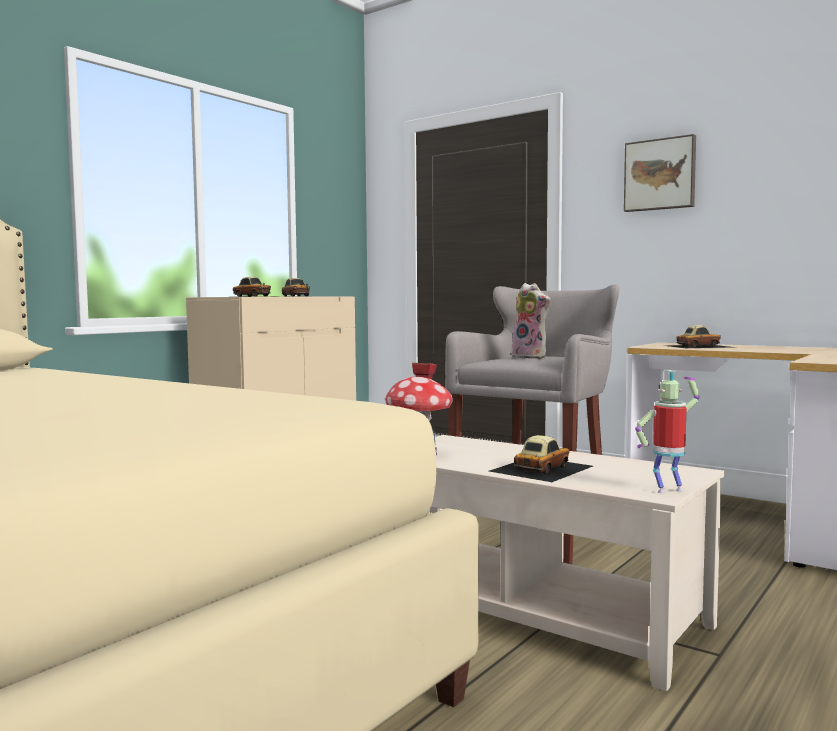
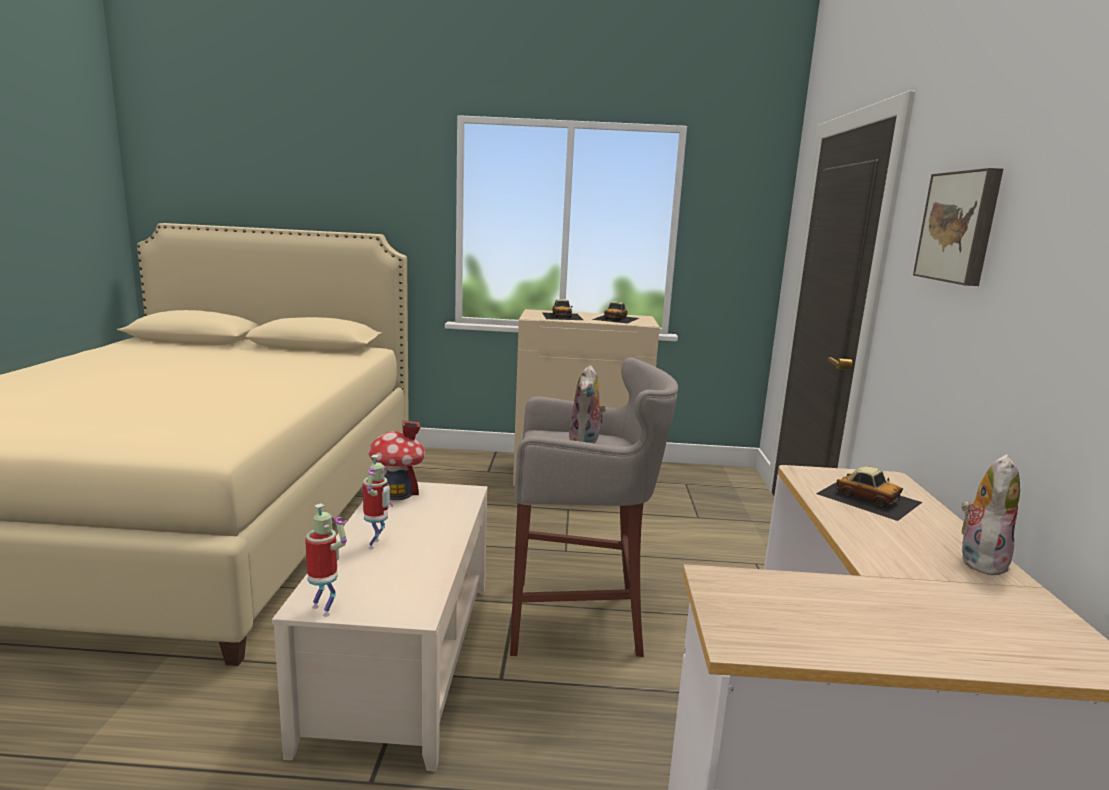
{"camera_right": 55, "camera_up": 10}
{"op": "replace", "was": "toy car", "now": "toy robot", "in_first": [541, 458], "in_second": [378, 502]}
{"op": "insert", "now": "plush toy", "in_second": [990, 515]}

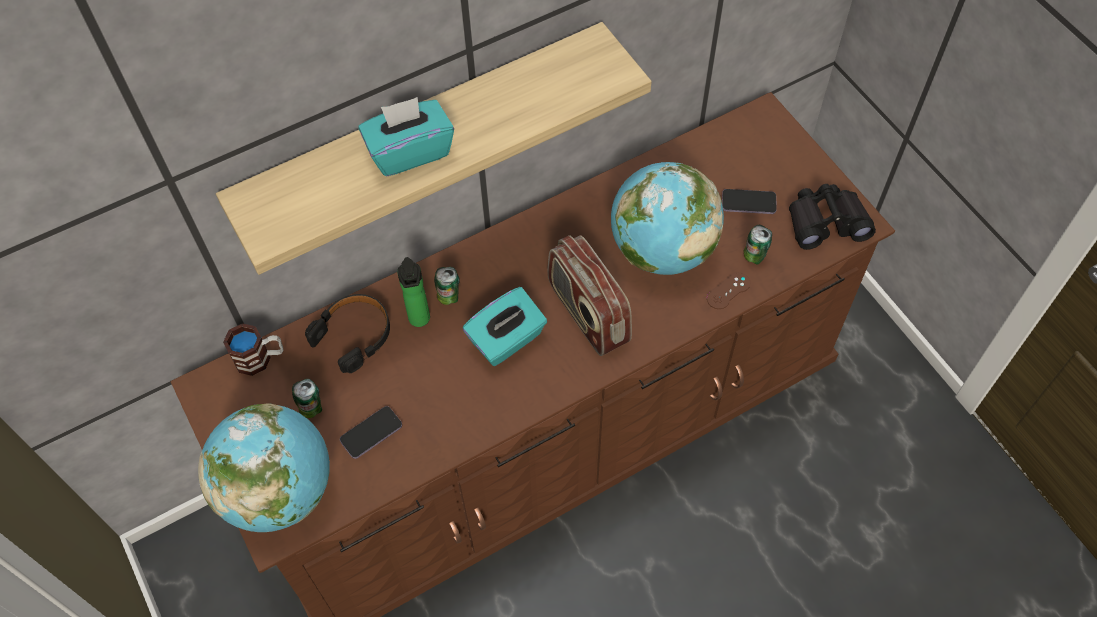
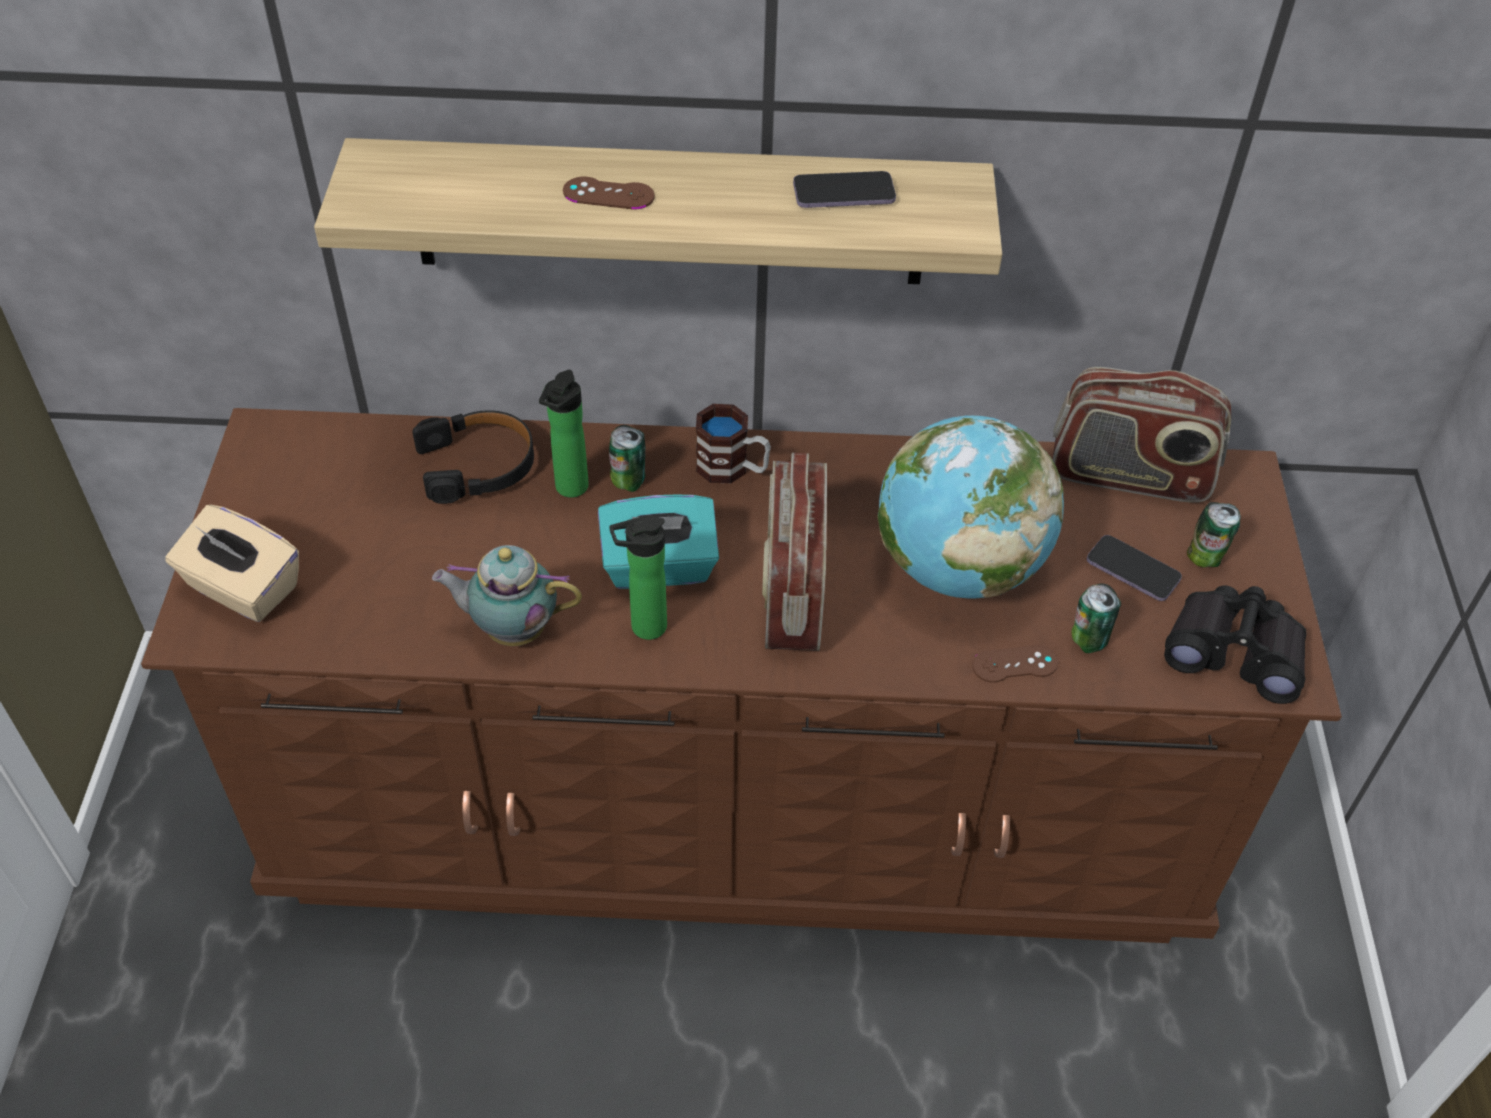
{"camera_right": 30, "camera_up": -10}
{"op": "replace", "was": "turquoise tissue box", "now": "brown game controller", "in_first": [406, 136], "in_second": [609, 193]}
{"op": "move", "was": "mug", "in_first": [253, 349], "in_second": [733, 443]}
{"op": "move", "was": "can", "in_first": [307, 398], "in_second": [1214, 535]}
{"op": "replace", "was": "globe", "now": "beige tissue box", "in_first": [264, 468], "in_second": [232, 563]}
{"op": "move", "was": "phone", "in_first": [371, 432], "in_second": [844, 189]}
{"op": "insert", "now": "radio", "in_second": [1141, 435]}
{"op": "insert", "now": "bottle", "in_second": [638, 577]}
{"op": "insert", "now": "teapot", "in_second": [507, 595]}

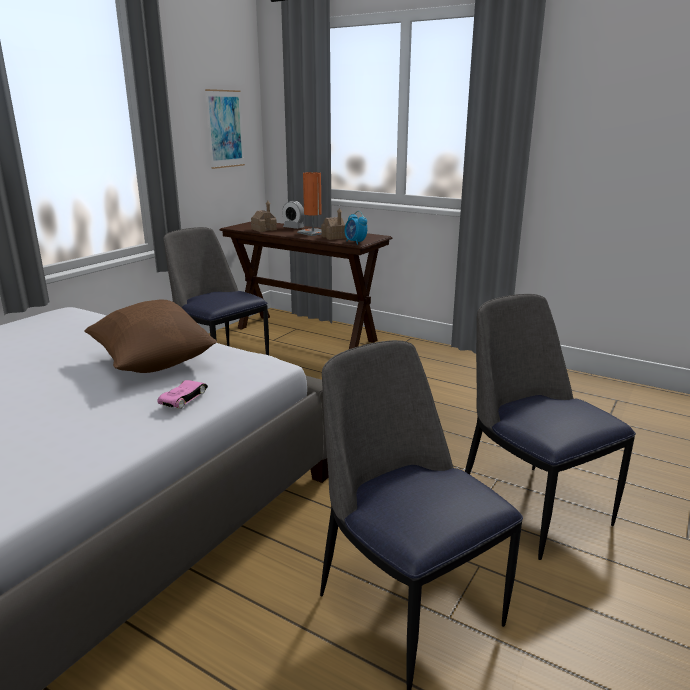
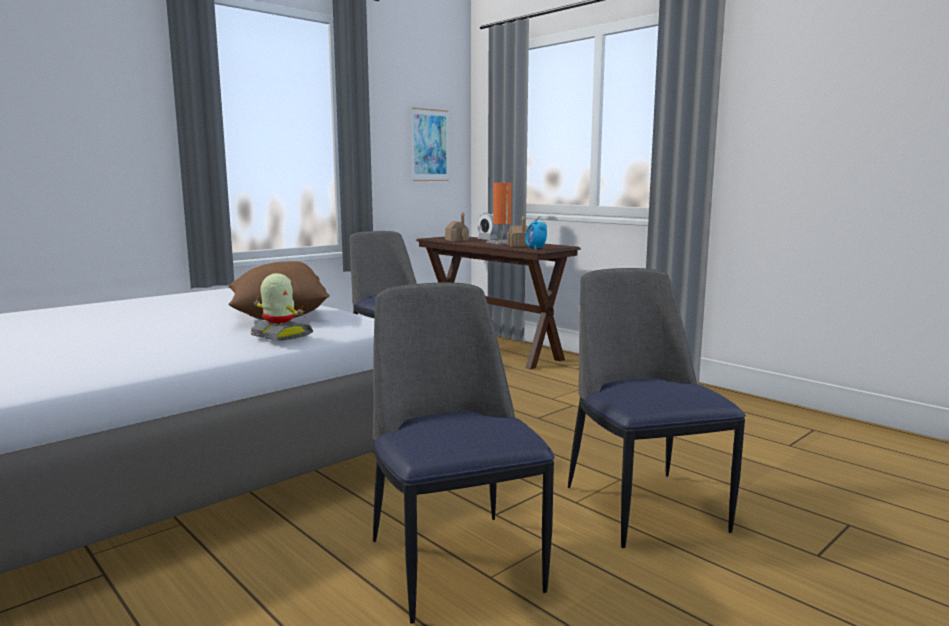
{"camera_right": 15, "camera_up": -10}
{"op": "replace", "was": "pink toy car", "now": "toy robot", "in_first": [182, 394], "in_second": [282, 307]}

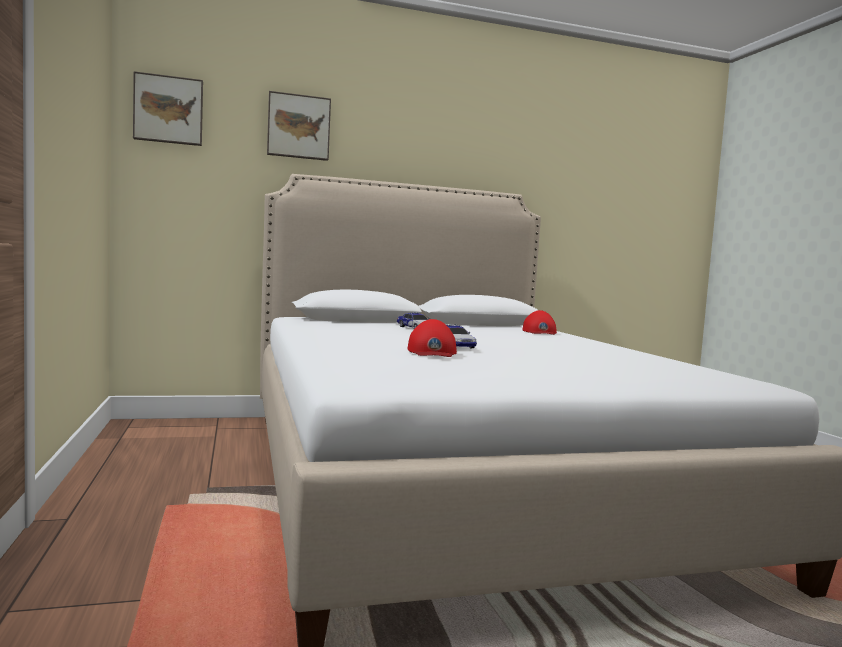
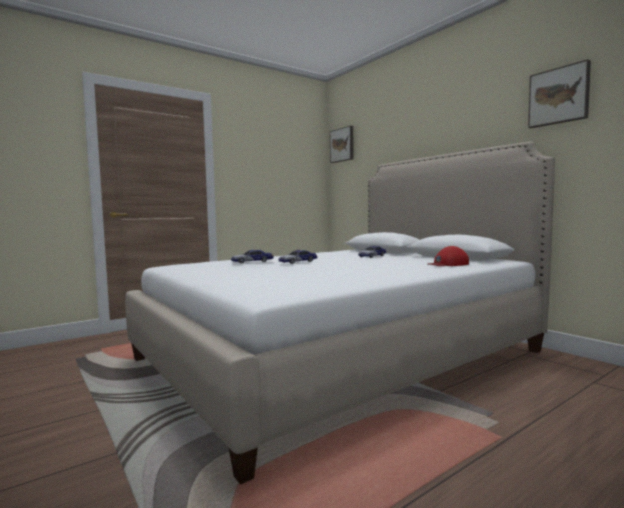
{"camera_right": 70, "camera_up": 0}
{"op": "move", "was": "picture", "in_first": [299, 126], "in_second": [559, 93]}
{"op": "replace", "was": "red cap", "now": "toy car", "in_first": [432, 338], "in_second": [252, 256]}

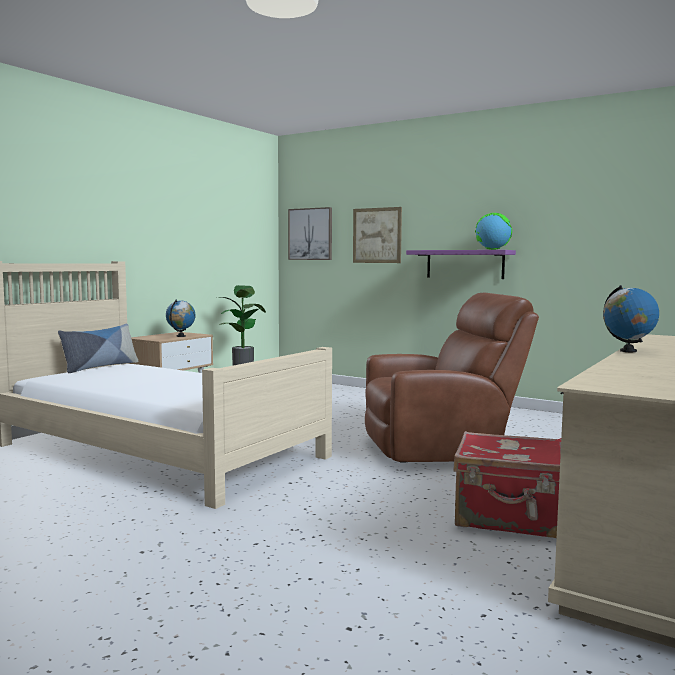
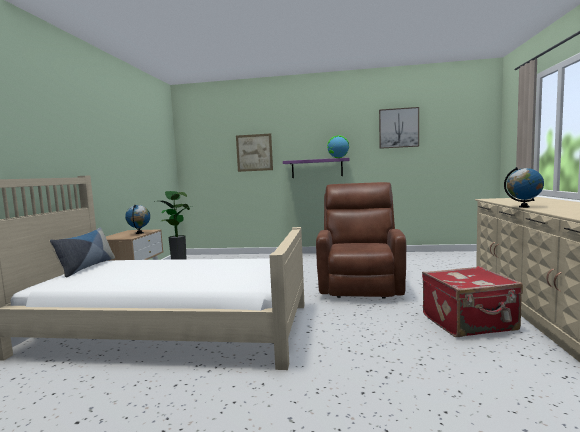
{"camera_right": -25, "camera_up": 0}
{"op": "move", "was": "picture", "in_first": [310, 233], "in_second": [399, 128]}
{"op": "rotate", "was": "brown armchair", "in_first": [452, 377], "in_second": [361, 240], "clockwise": -45}

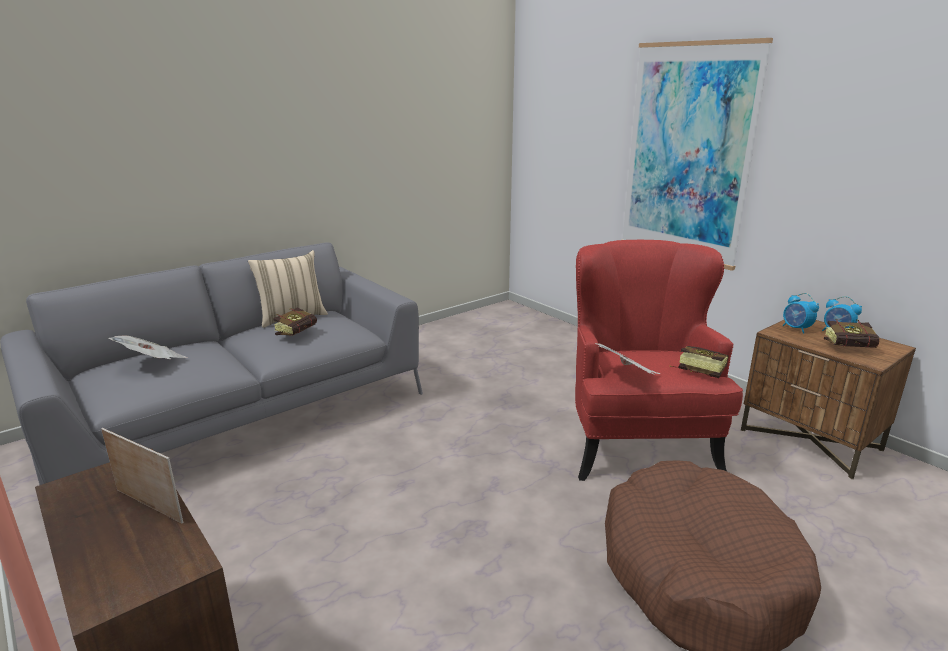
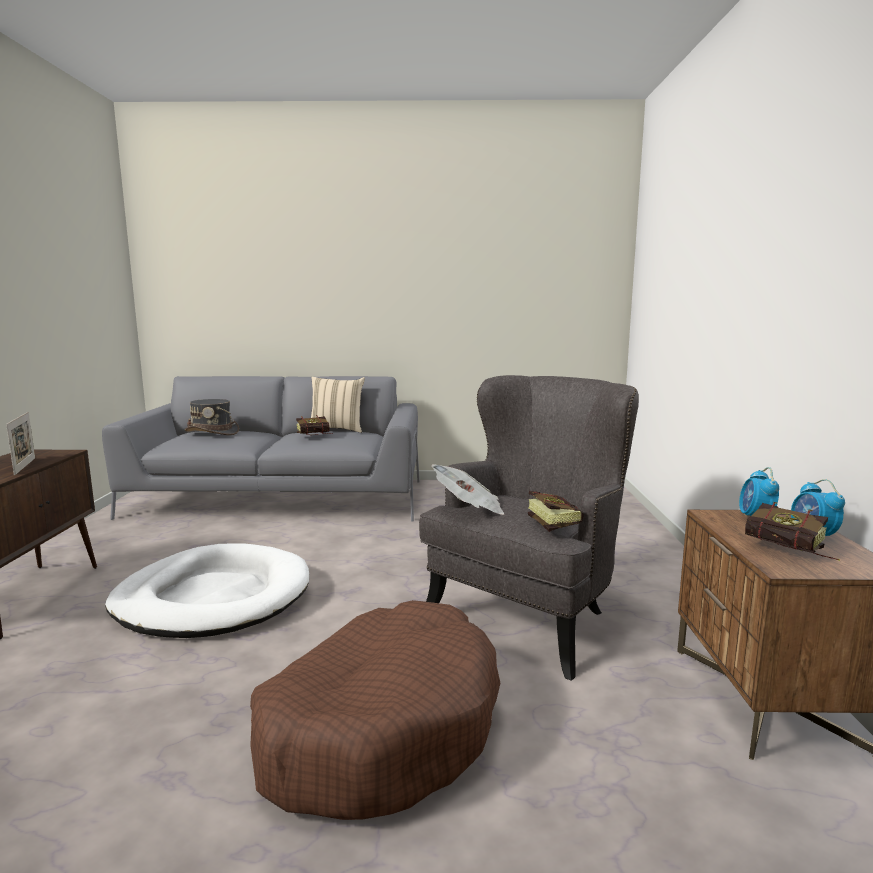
{"camera_right": 40, "camera_up": -10}
{"op": "delete", "was": "picture", "in_first": [697, 154]}
{"op": "recolor", "was": "red armchair", "now": "grey armchair", "in_first": [659, 360], "in_second": [529, 528]}
{"op": "replace", "was": "newspaper", "now": "grey hat", "in_first": [147, 347], "in_second": [212, 417]}
{"op": "insert", "now": "white dog bed", "in_second": [207, 590]}

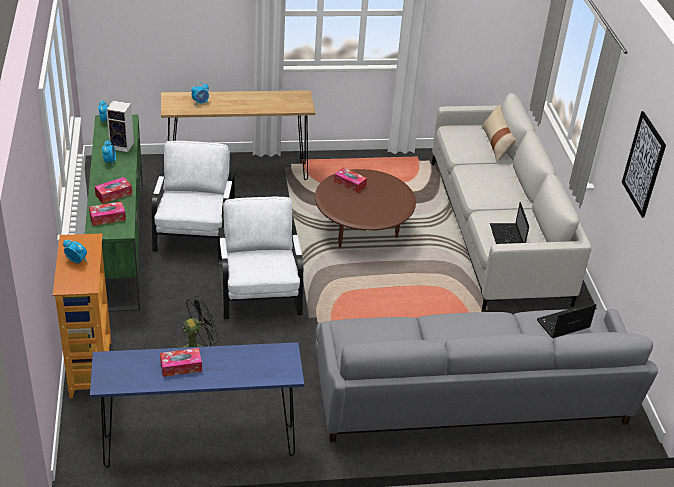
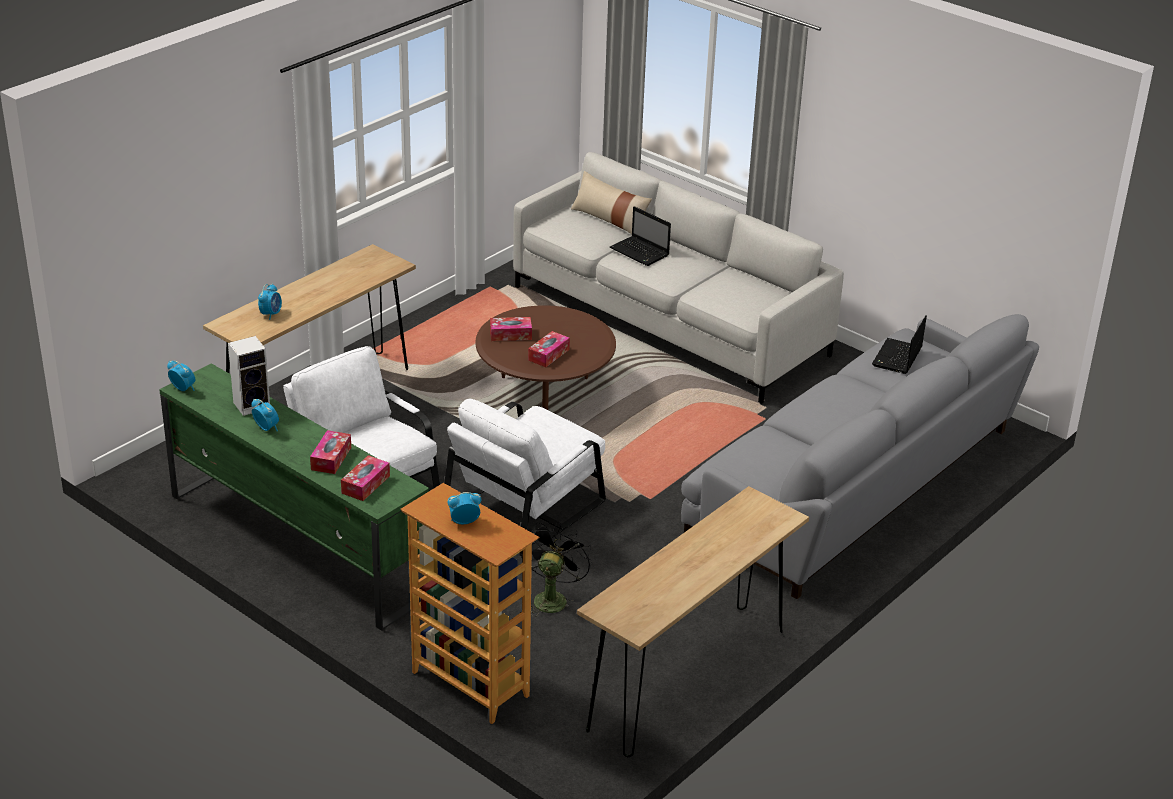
{"camera_right": -40, "camera_up": -5}
{"op": "delete", "was": "picture", "in_first": [644, 164]}
{"op": "rotate", "was": "white armchair", "in_first": [260, 258], "in_second": [525, 476], "clockwise": -90}
{"op": "move", "was": "laptop", "in_first": [509, 223], "in_second": [640, 236]}
{"op": "recolor", "was": "blue console table", "now": "brown console table", "in_first": [197, 404], "in_second": [693, 621]}
{"op": "move", "was": "tissue box", "in_first": [181, 362], "in_second": [549, 349]}

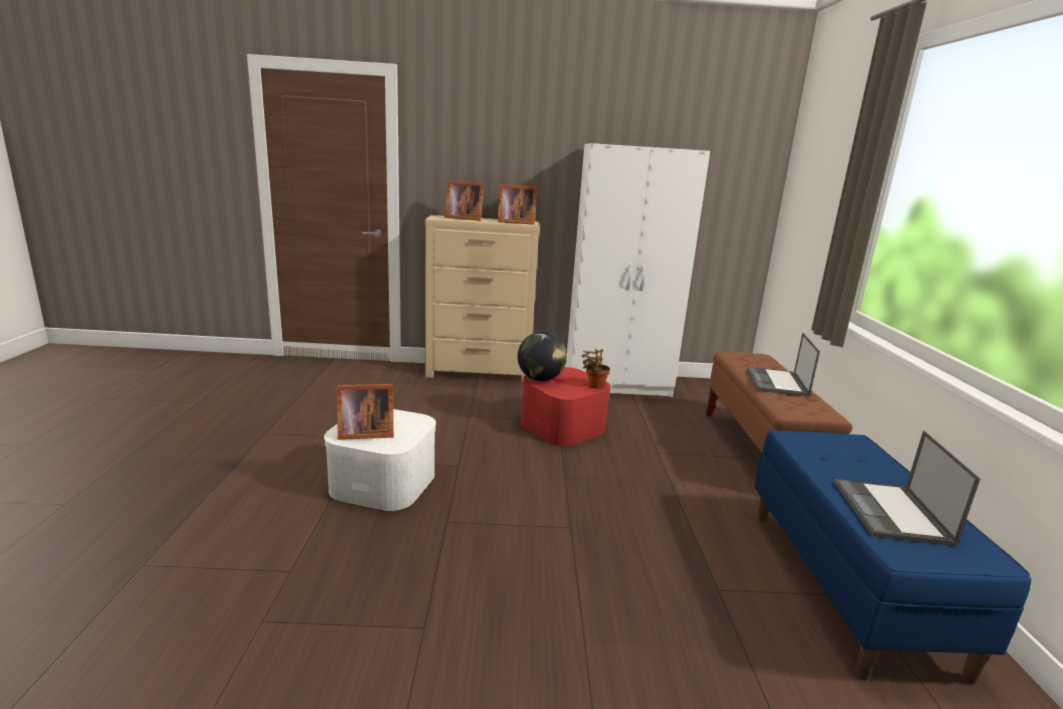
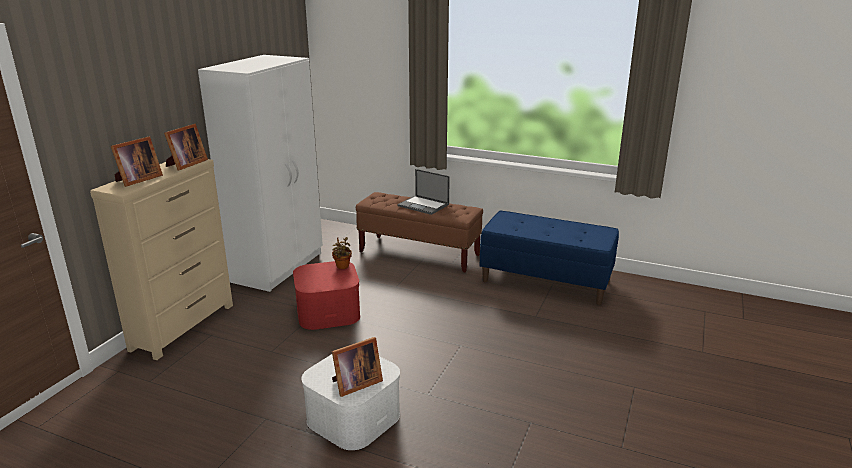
{"camera_right": -65, "camera_up": 5}
{"op": "delete", "was": "globe", "in_first": [542, 356]}
{"op": "rotate", "was": "picture frame", "in_first": [365, 412], "in_second": [357, 367], "clockwise": 45}
{"op": "delete", "was": "laptop", "in_first": [907, 488]}

